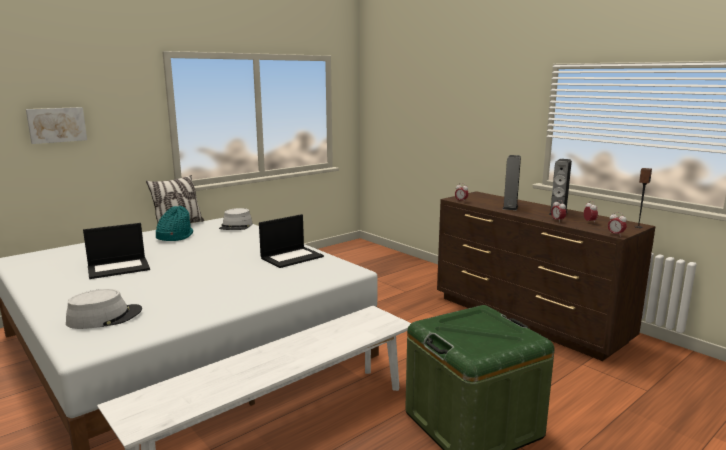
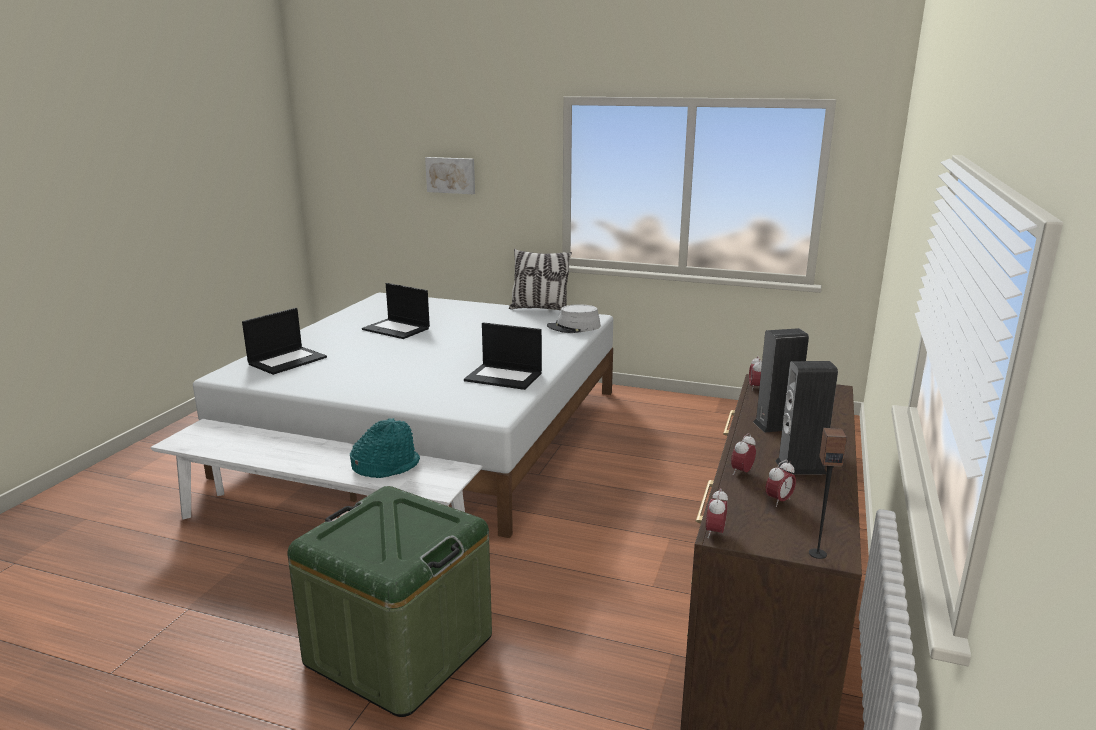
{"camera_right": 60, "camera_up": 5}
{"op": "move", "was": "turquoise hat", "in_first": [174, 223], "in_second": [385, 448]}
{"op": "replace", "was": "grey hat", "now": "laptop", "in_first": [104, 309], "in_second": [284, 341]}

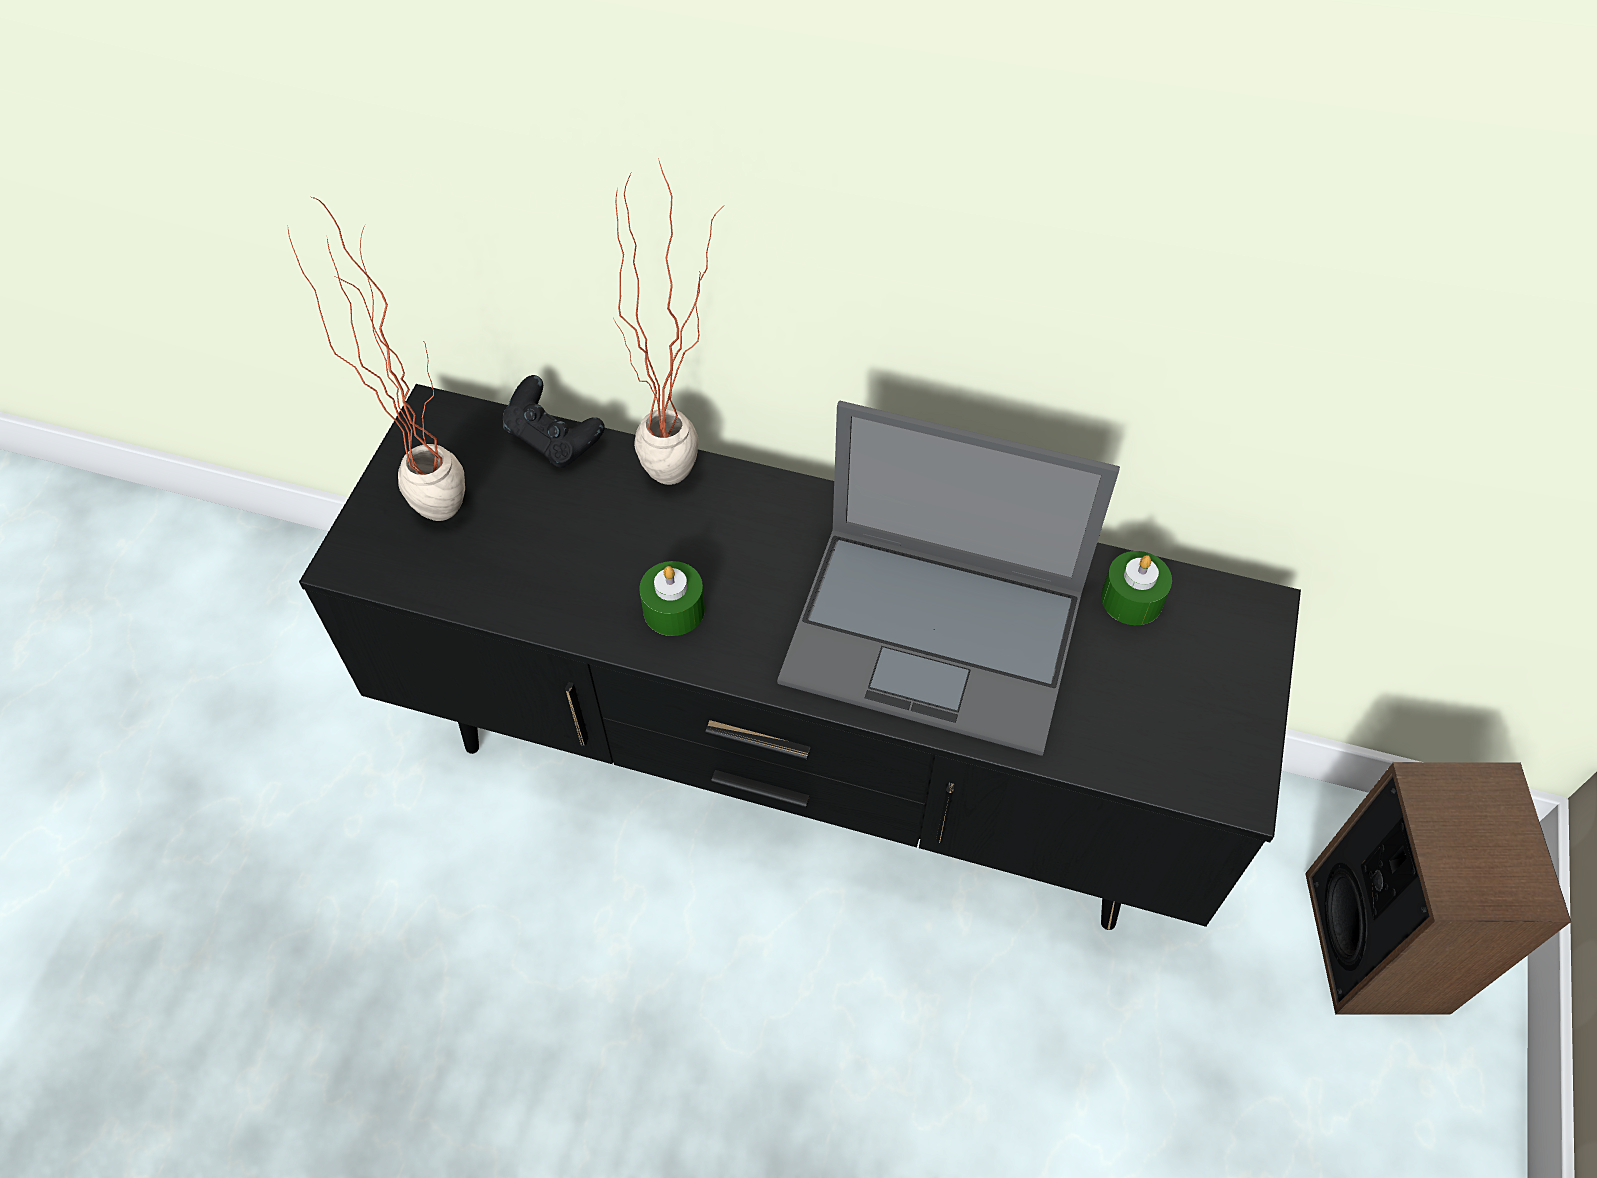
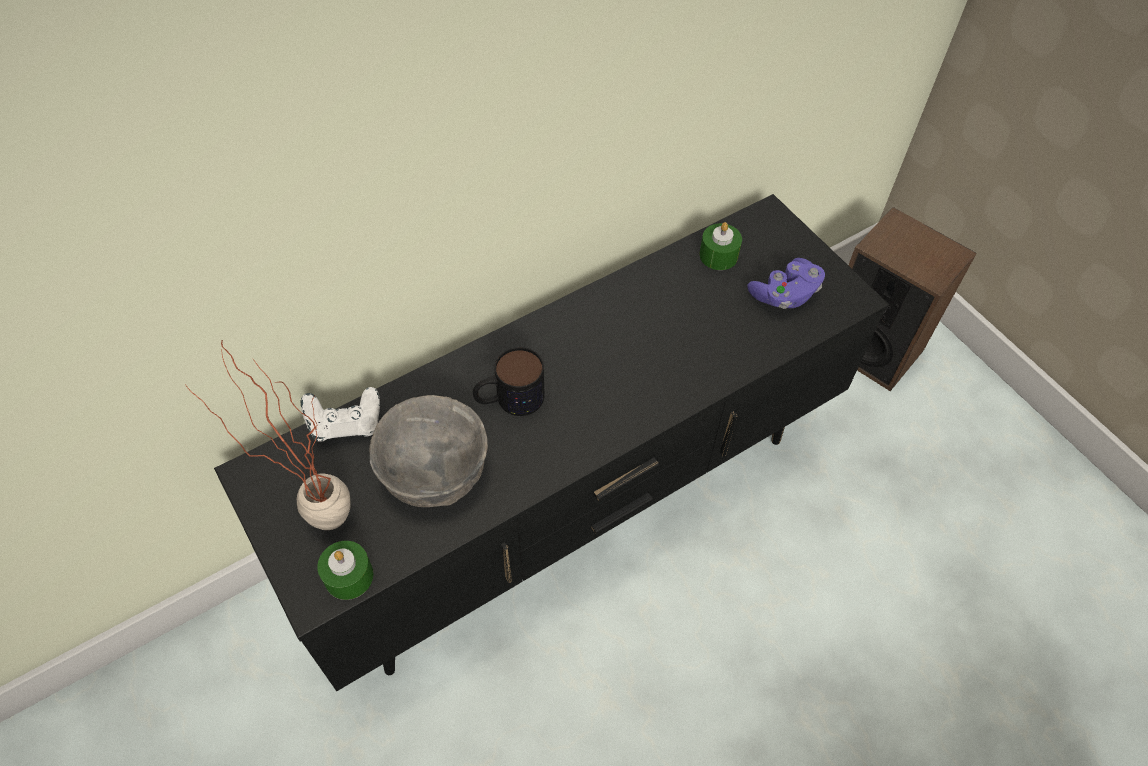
{"camera_right": -50, "camera_up": 0}
{"op": "delete", "was": "potted plant", "in_first": [668, 321]}
{"op": "recolor", "was": "black game controller", "now": "white game controller", "in_first": [554, 421], "in_second": [340, 414]}
{"op": "delete", "was": "laptop", "in_first": [948, 578]}
{"op": "move", "was": "green candle", "in_first": [672, 598], "in_second": [345, 570]}
{"op": "insert", "now": "purple game controller", "in_second": [786, 283]}
{"op": "insert", "now": "mug", "in_second": [509, 381]}
{"op": "insert", "now": "grey bowl", "in_second": [428, 451]}

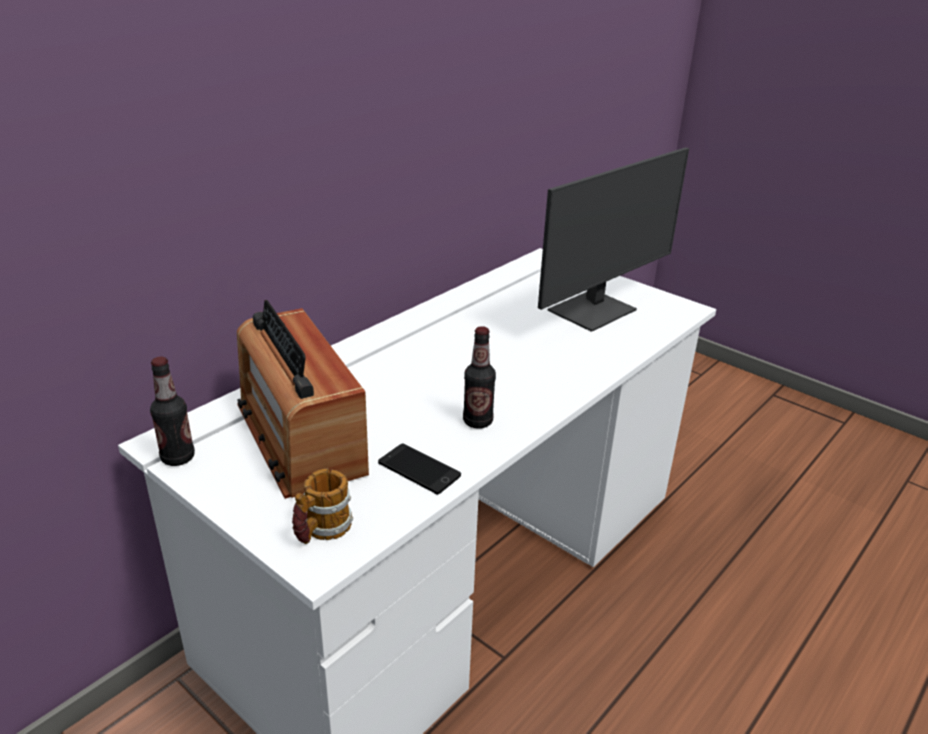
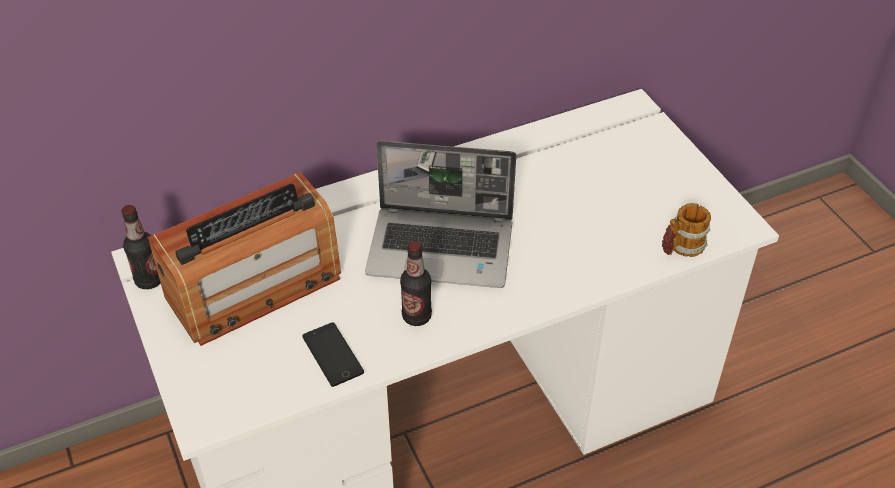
{"camera_right": 25, "camera_up": 15}
{"op": "delete", "was": "monitor", "in_first": [613, 239]}
{"op": "rotate", "was": "radio", "in_first": [303, 399], "in_second": [244, 259], "clockwise": -120}
{"op": "move", "was": "mug", "in_first": [322, 506], "in_second": [686, 230]}
{"op": "insert", "now": "laptop", "in_second": [440, 214]}

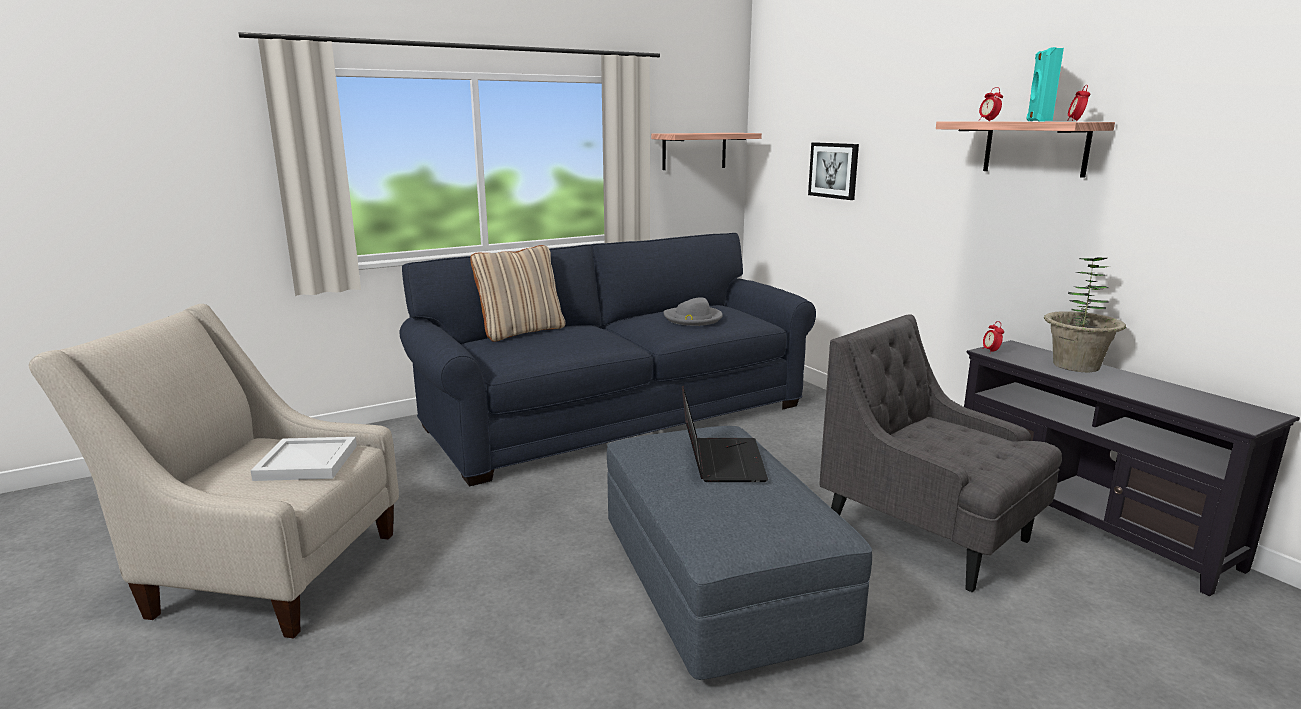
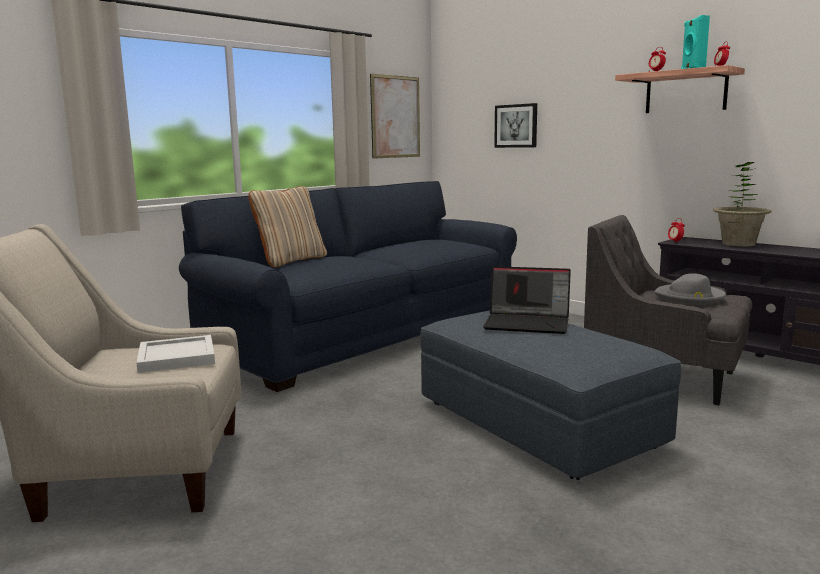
{"camera_right": -15, "camera_up": -5}
{"op": "replace", "was": "shelf", "now": "picture", "in_first": [706, 151], "in_second": [395, 116]}
{"op": "move", "was": "grey hat", "in_first": [693, 311], "in_second": [690, 288]}
{"op": "rotate", "was": "laptop", "in_first": [725, 434], "in_second": [527, 300], "clockwise": 120}

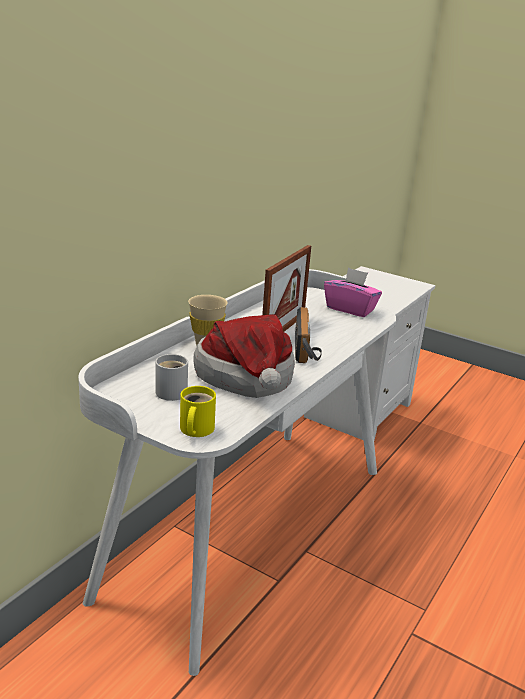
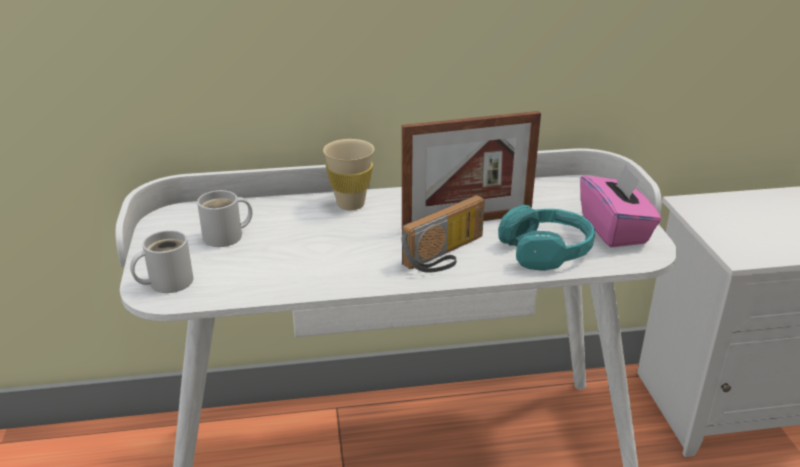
{"camera_right": 50, "camera_up": 5}
{"op": "delete", "was": "hat", "in_first": [244, 356]}
{"op": "recolor", "was": "yellow mug", "now": "white mug", "in_first": [198, 411], "in_second": [162, 261]}
{"op": "insert", "now": "turquoise headphones", "in_second": [546, 237]}

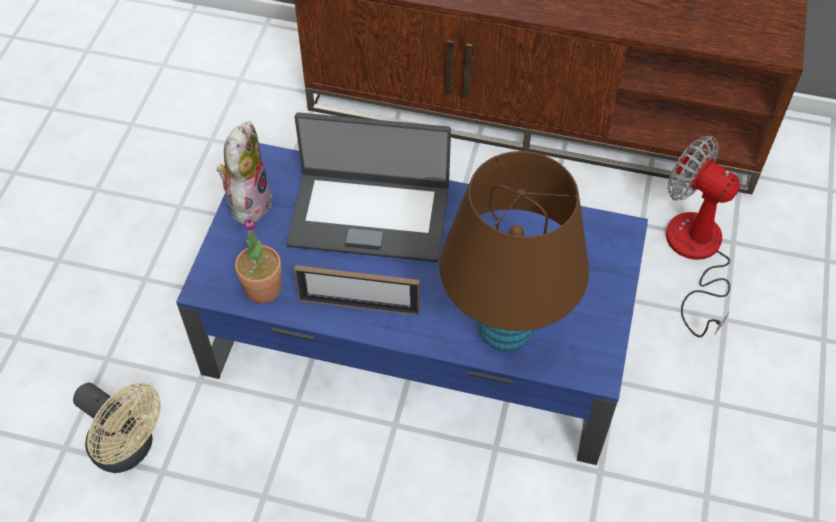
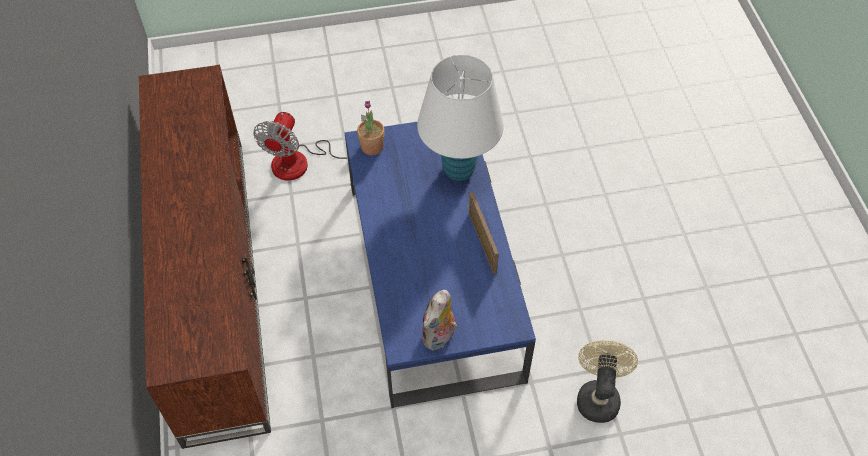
{"camera_right": -115, "camera_up": 0}
{"op": "delete", "was": "laptop", "in_first": [368, 187]}
{"op": "rotate", "was": "plush toy", "in_first": [244, 173], "in_second": [439, 320], "clockwise": -45}
{"op": "recolor", "was": "brown table lamp", "now": "white table lamp", "in_first": [514, 251], "in_second": [460, 118]}
{"op": "move", "was": "potted plant", "in_first": [258, 260], "in_second": [371, 128]}

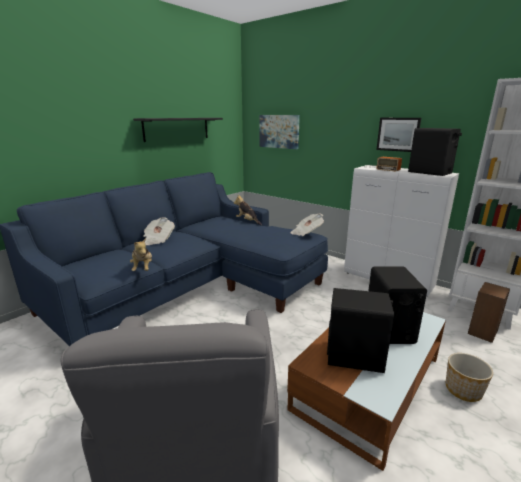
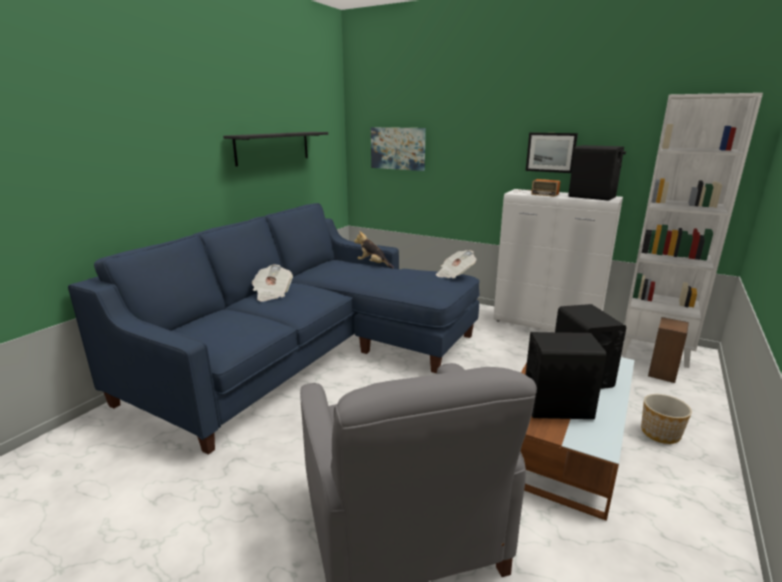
{"camera_right": -10, "camera_up": 0}
{"op": "delete", "was": "plush toy", "in_first": [141, 254]}

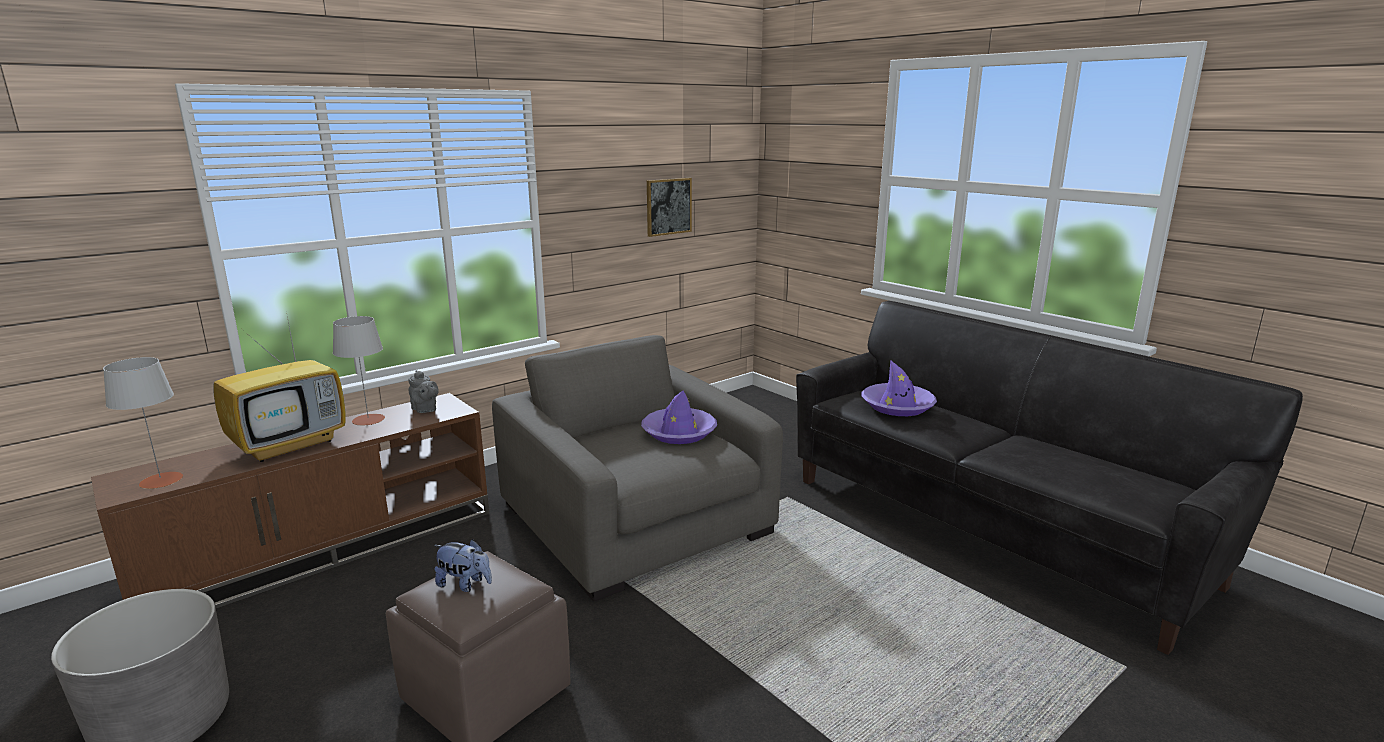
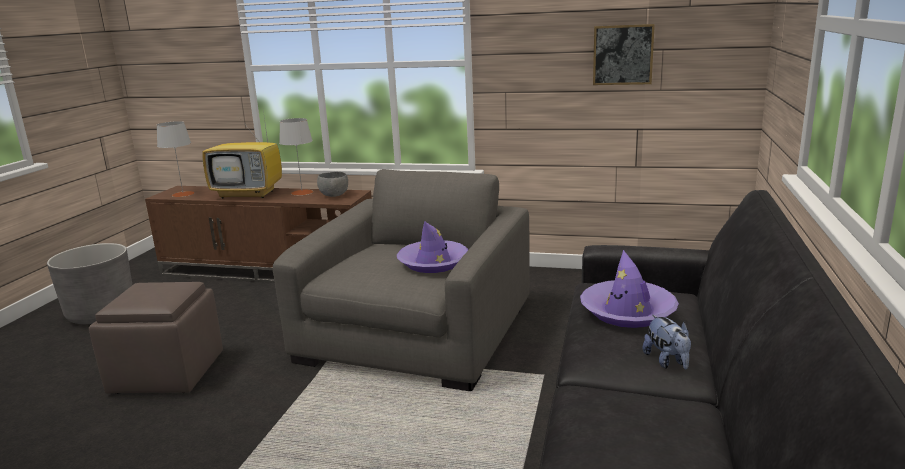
{"camera_right": 55, "camera_up": 0}
{"op": "replace", "was": "grey teapot", "now": "grey bowl", "in_first": [423, 391], "in_second": [332, 184]}
{"op": "move", "was": "plush toy", "in_first": [463, 565], "in_second": [667, 342]}

